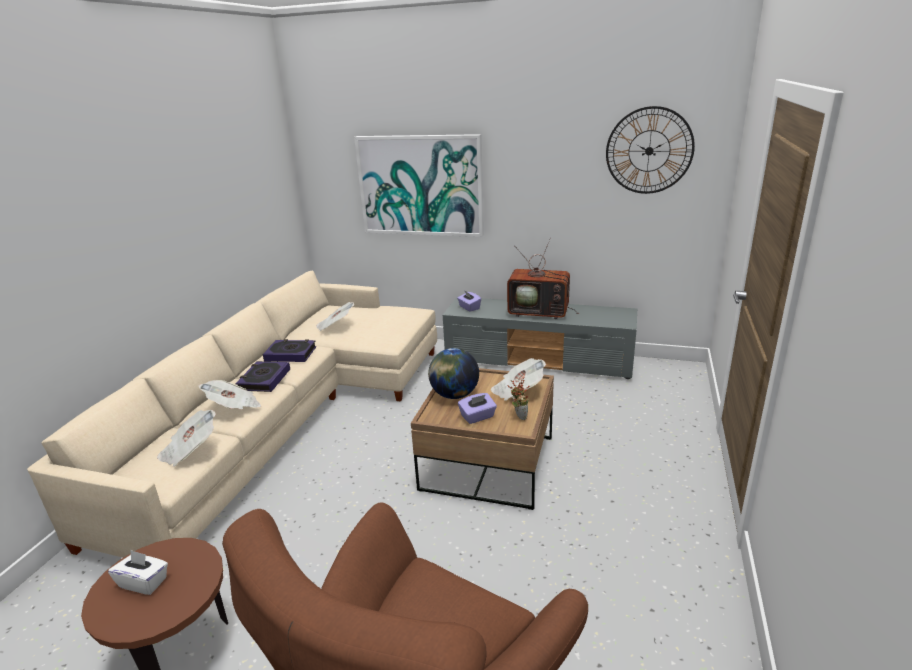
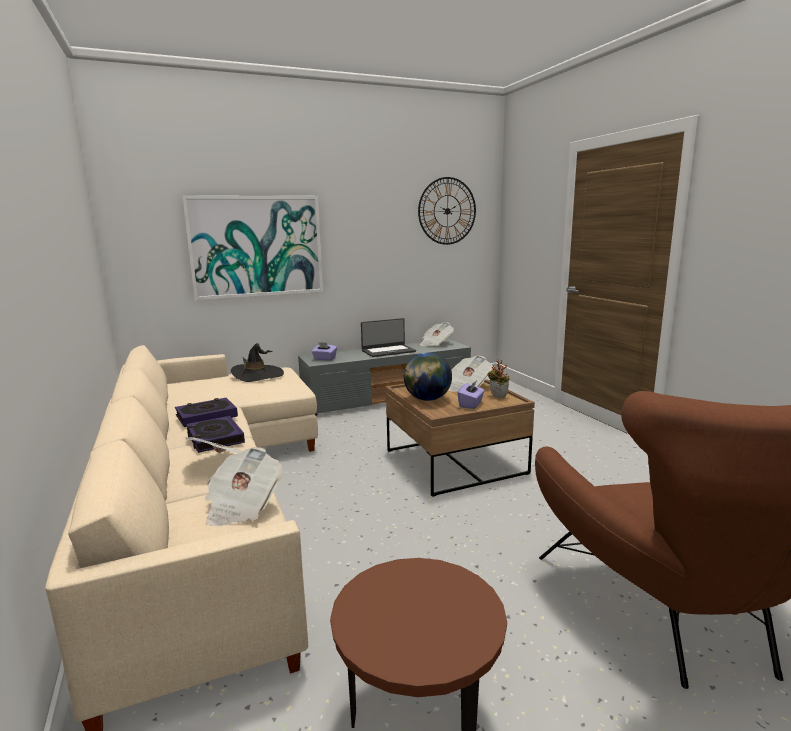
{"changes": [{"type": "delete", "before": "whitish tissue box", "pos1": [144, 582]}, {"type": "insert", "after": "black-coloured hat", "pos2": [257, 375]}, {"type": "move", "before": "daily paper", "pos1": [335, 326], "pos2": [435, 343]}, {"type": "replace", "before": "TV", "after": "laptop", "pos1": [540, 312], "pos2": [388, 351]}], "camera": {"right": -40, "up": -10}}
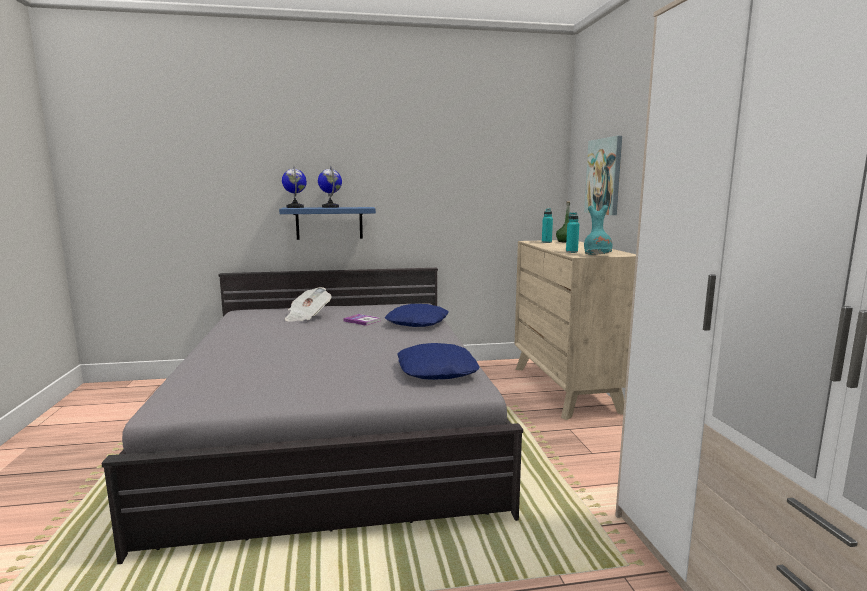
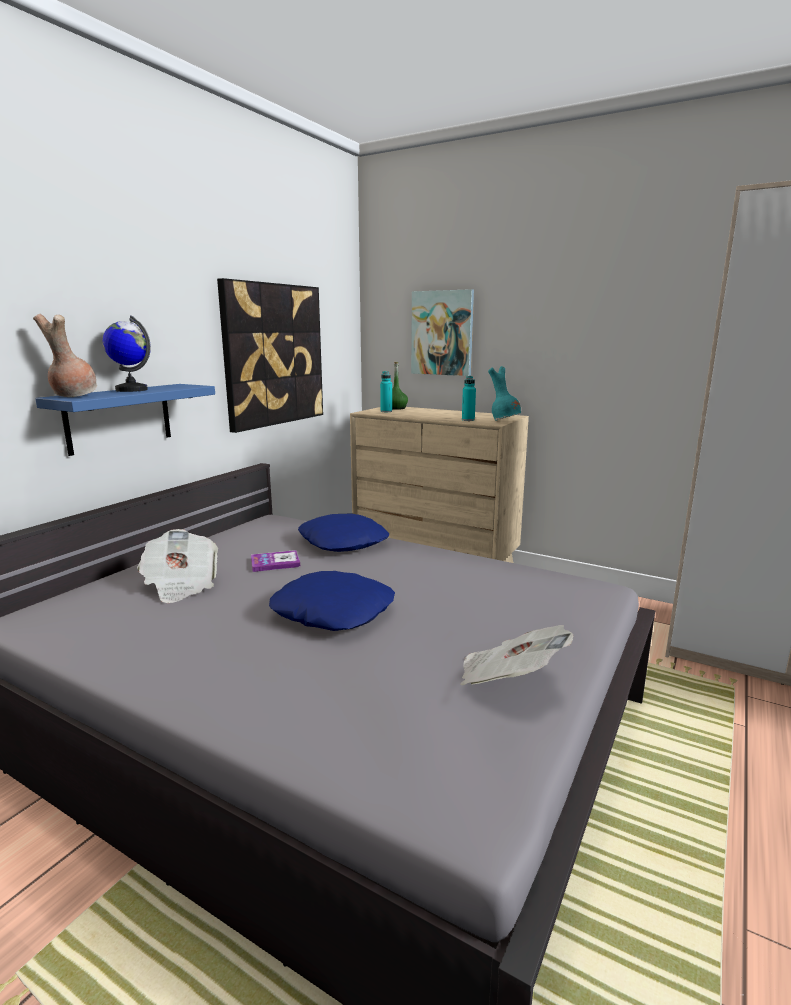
{"changes": [{"type": "insert", "after": "wall art", "pos2": [273, 355]}, {"type": "insert", "after": "daily paper", "pos2": [509, 680]}, {"type": "move", "before": "blue throw pillow", "pos1": [437, 370], "pos2": [333, 611]}, {"type": "replace", "before": "world globe", "after": "brownish vase", "pos1": [295, 207], "pos2": [73, 396]}], "camera": {"right": -50, "up": 5}}
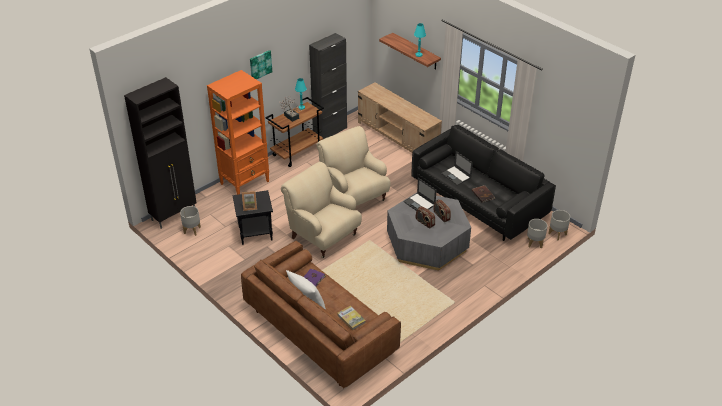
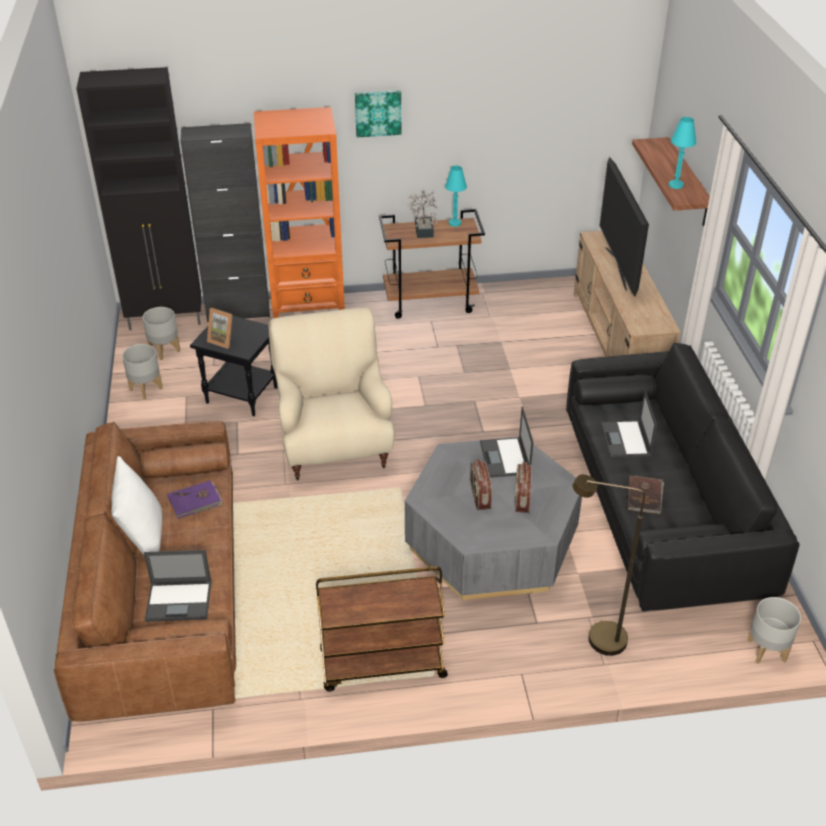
{"changes": [{"type": "delete", "before": "beige armchair", "pos1": [354, 197]}, {"type": "insert", "after": "brownish wheeled cart", "pos2": [382, 665]}, {"type": "insert", "after": "brownish standing lamp", "pos2": [596, 639]}, {"type": "insert", "after": "TV", "pos2": [617, 268]}, {"type": "move", "before": "black-coloured storage cabinet", "pos1": [330, 131], "pos2": [238, 311]}, {"type": "move", "before": "grey plant pot", "pos1": [534, 243], "pos2": [145, 389]}, {"type": "replace", "before": "book", "after": "laptop", "pos1": [351, 319], "pos2": [180, 601]}], "camera": {"right": 35, "up": 0}}
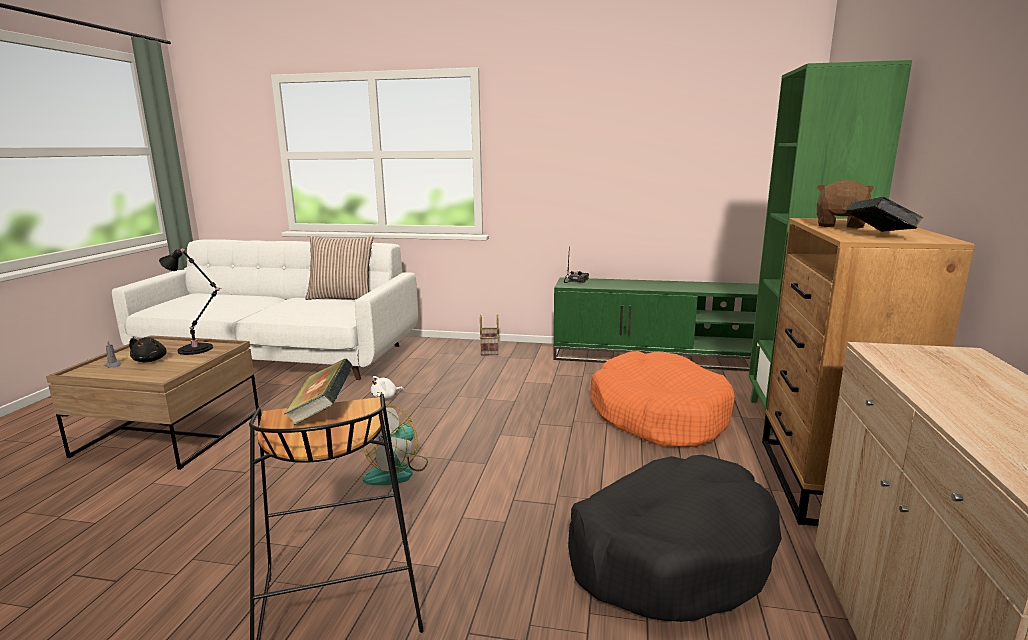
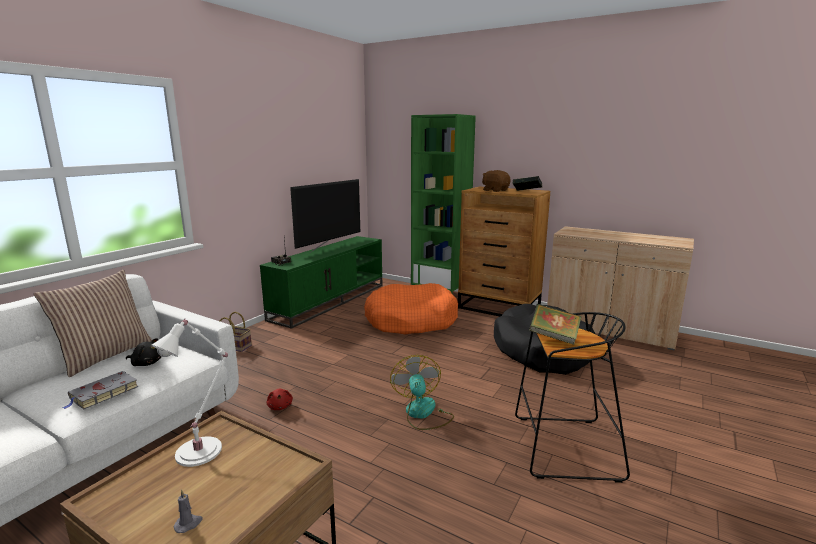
{"changes": [{"type": "insert", "after": "grey book", "pos2": [102, 394]}, {"type": "insert", "after": "TV", "pos2": [330, 246]}, {"type": "move", "before": "black-coloured soft toy", "pos1": [151, 360], "pos2": [146, 363]}, {"type": "recolor", "before": "black-coloured tabletop lamp", "after": "whitish tabletop lamp", "pos1": [198, 349], "pos2": [202, 449]}, {"type": "recolor", "before": "whitish soft toy", "after": "red soft toy", "pos1": [386, 397], "pos2": [280, 406]}, {"type": "rotate", "before": "cooling fan", "pos1": [397, 471], "pos2": [422, 413], "turn": -150}], "camera": {"right": -70, "up": 0}}
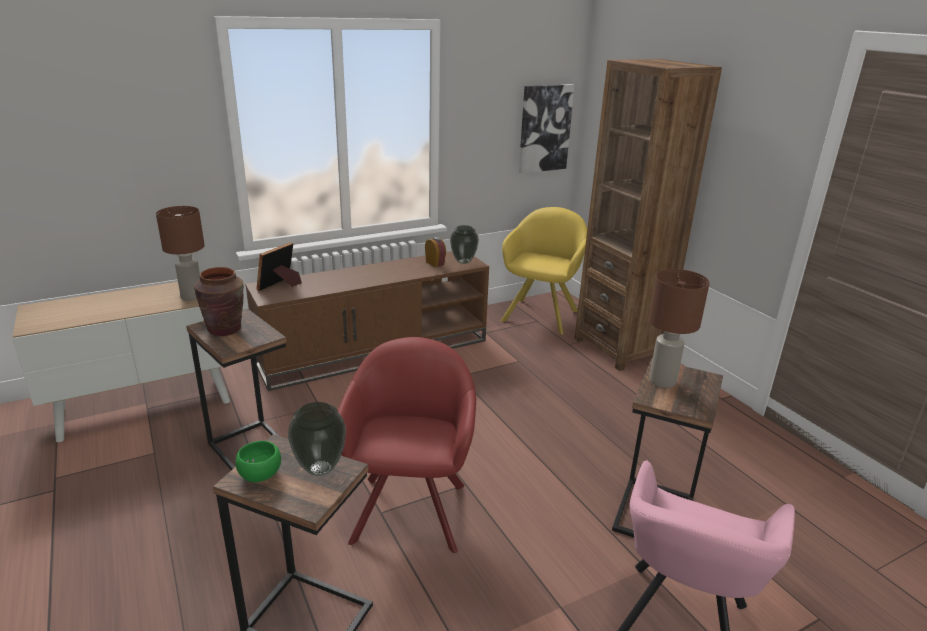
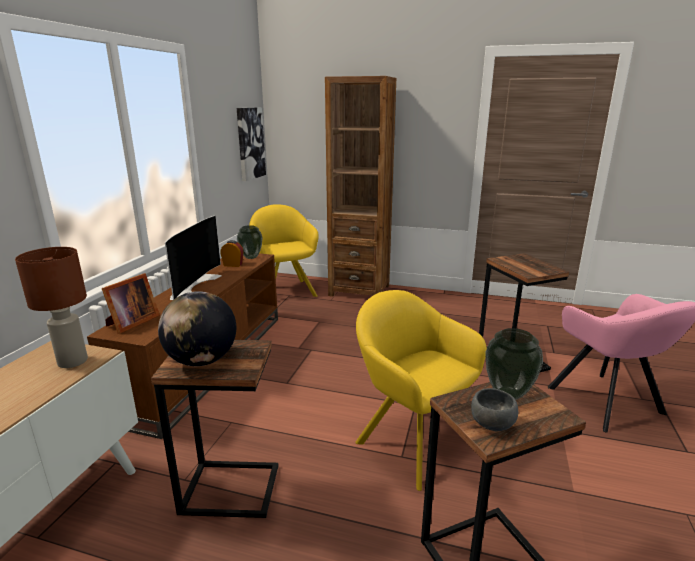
{"changes": [{"type": "delete", "before": "brownish tabletop lamp", "pos1": [663, 381]}, {"type": "insert", "after": "TV", "pos2": [193, 285]}, {"type": "replace", "before": "brownish vase", "after": "world globe", "pos1": [225, 329], "pos2": [202, 360]}, {"type": "recolor", "before": "green serving bowl", "after": "grey serving bowl", "pos1": [261, 474], "pos2": [491, 423]}, {"type": "recolor", "before": "red armchair", "after": "yellow armchair", "pos1": [411, 506], "pos2": [411, 439]}, {"type": "rotate", "before": "picture frame", "pos1": [281, 285], "pos2": [131, 323], "turn": -135}], "camera": {"right": -45, "up": -5}}
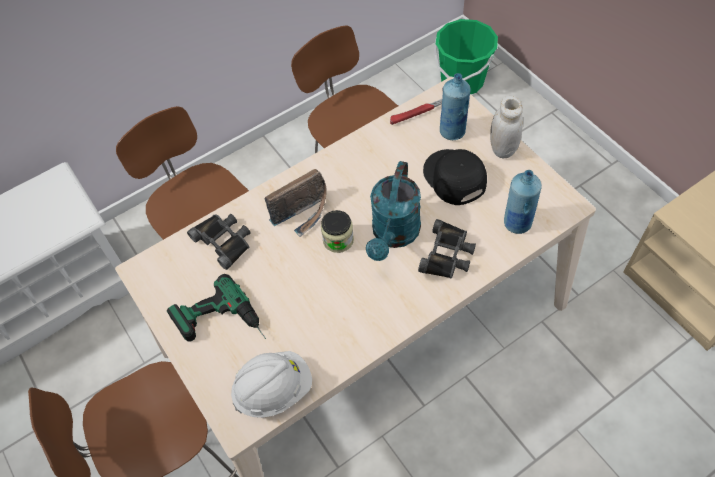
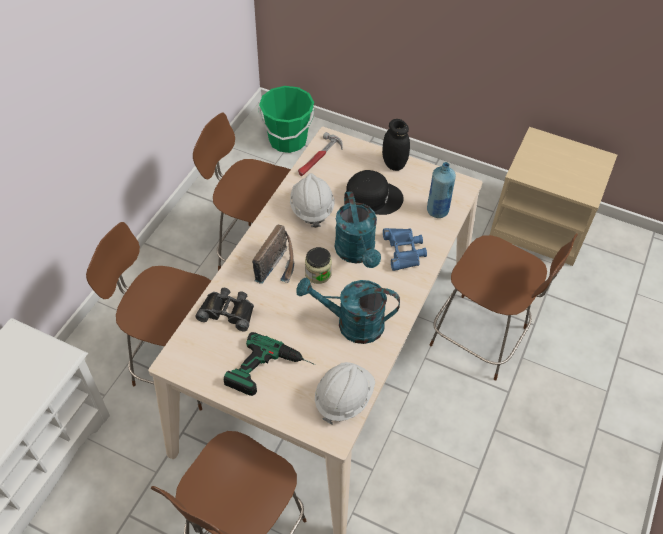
{"changes": [{"type": "delete", "before": "blue beverage bottle", "pos1": [452, 131]}, {"type": "insert", "after": "whitish safety helmet", "pos2": [311, 208]}, {"type": "insert", "after": "blue-green sprinkling can", "pos2": [351, 324]}, {"type": "insert", "after": "brownish upright chair", "pos2": [481, 338]}, {"type": "recolor", "before": "black-coloured binoculars", "after": "blue binoculars", "pos1": [448, 254], "pos2": [404, 251]}, {"type": "recolor", "before": "whitish preserve jar", "after": "black-coloured preserve jar", "pos1": [502, 149], "pos2": [394, 164]}, {"type": "rotate", "before": "black-coloured cap", "pos1": [453, 178], "pos2": [373, 197], "turn": 150}], "camera": {"right": -35, "up": -5}}
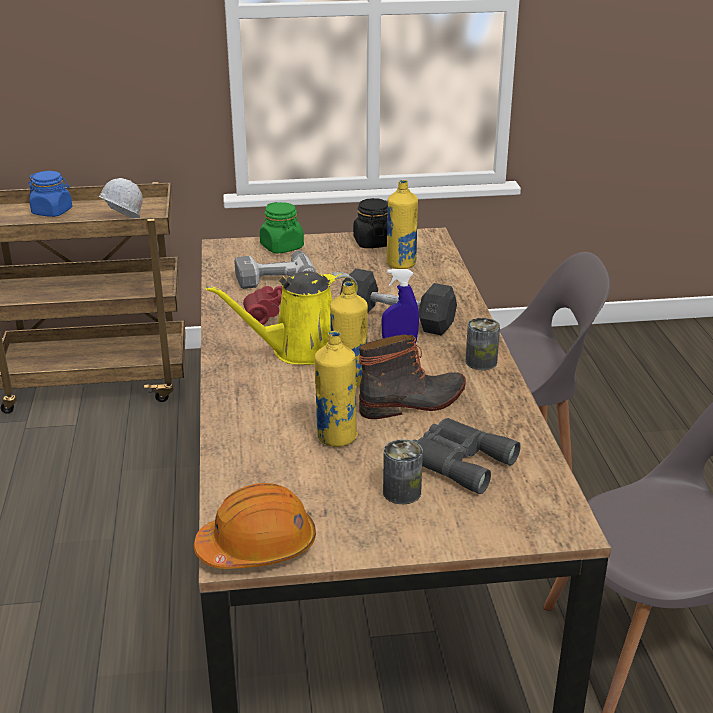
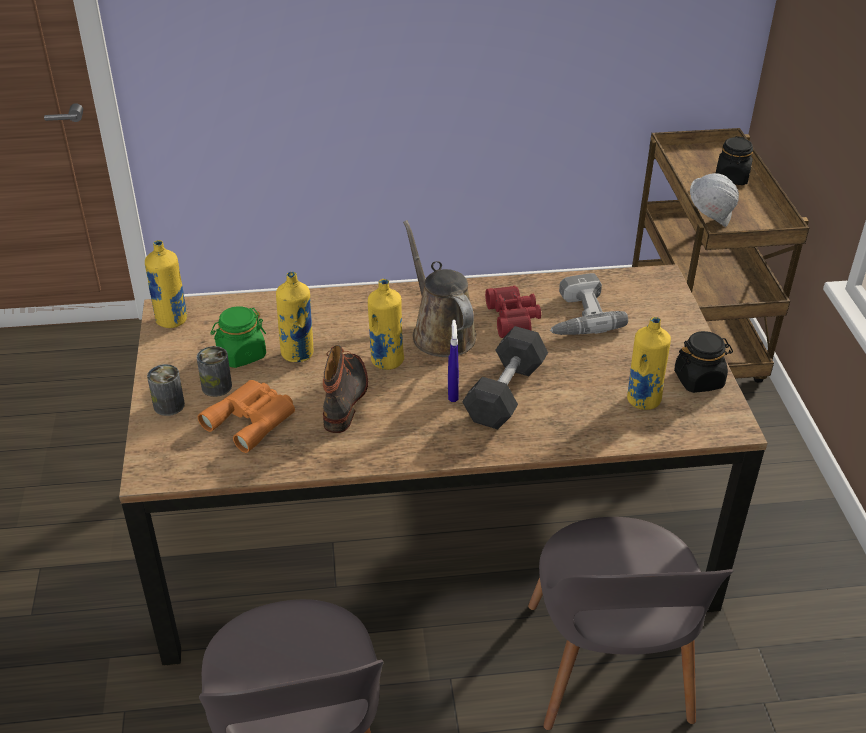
{"changes": [{"type": "move", "before": "green preserve jar", "pos1": [282, 247], "pos2": [241, 354]}, {"type": "move", "before": "metal can", "pos1": [481, 362], "pos2": [169, 405]}, {"type": "replace", "before": "orange-coloured safety helmet", "after": "yellow beverage bottle", "pos1": [258, 547], "pos2": [171, 320]}, {"type": "recolor", "before": "blue preserve jar", "after": "black-coloured preserve jar", "pos1": [52, 212], "pos2": [731, 178]}, {"type": "recolor", "before": "yellow sprinkling can", "after": "brownish sprinkling can", "pos1": [300, 351], "pos2": [440, 332]}, {"type": "recolor", "before": "grey binoculars", "after": "orange-coloured binoculars", "pos1": [458, 460], "pos2": [253, 419]}, {"type": "rotate", "before": "tall boot", "pos1": [413, 403], "pos2": [345, 398], "turn": -150}], "camera": {"right": 90, "up": 10}}
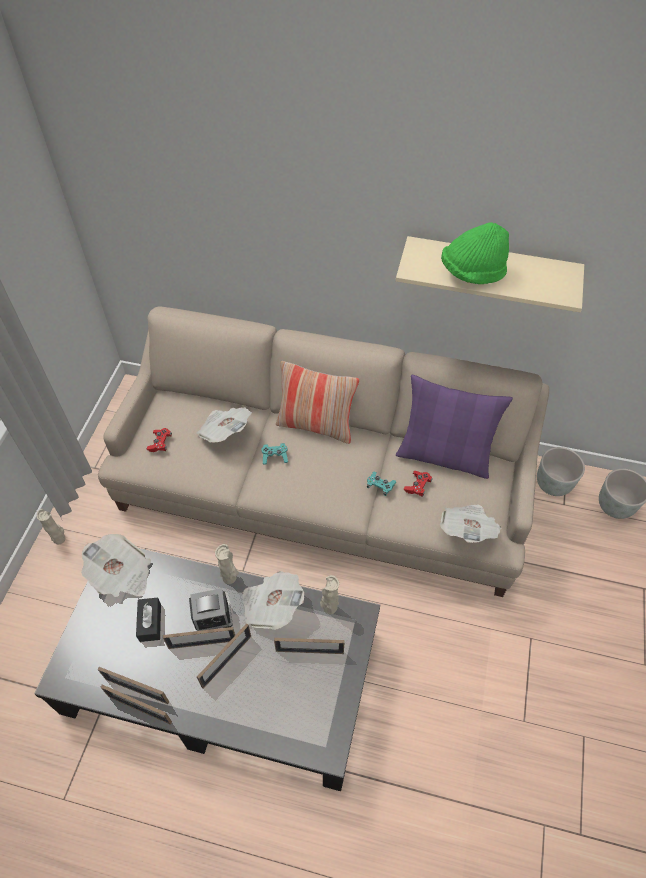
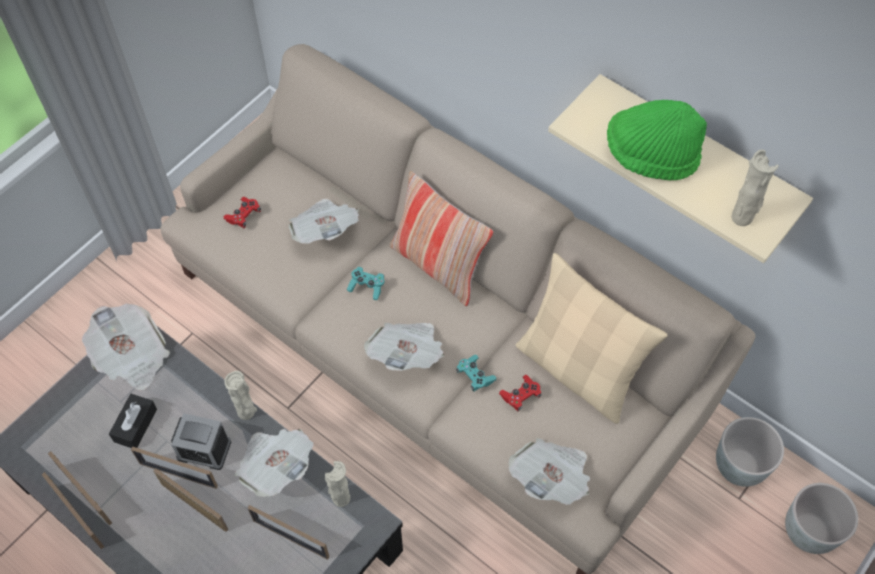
{"changes": [{"type": "insert", "after": "daily paper", "pos2": [407, 354]}, {"type": "move", "before": "beige vase", "pos1": [60, 539], "pos2": [742, 217]}, {"type": "recolor", "before": "purple-coloured throw pillow", "after": "beige throw pillow", "pos1": [444, 455], "pos2": [577, 370]}, {"type": "rotate", "before": "picture frame", "pos1": [226, 661], "pos2": [194, 507], "turn": -120}], "camera": {"right": 25, "up": 5}}
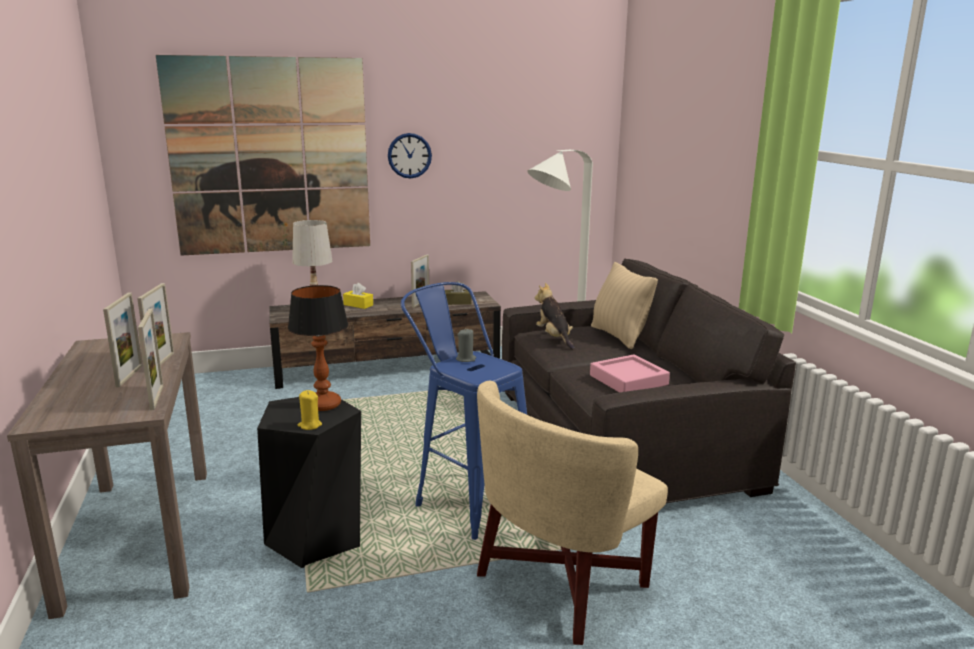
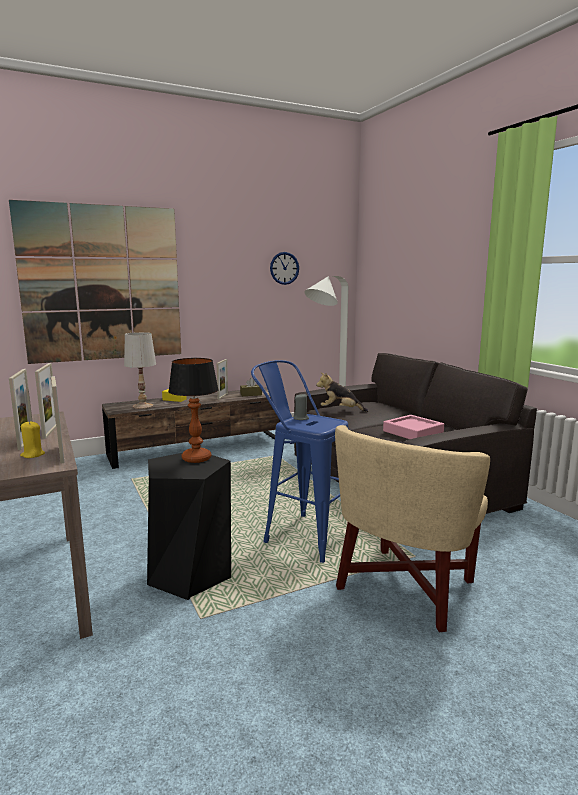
{"changes": [{"type": "delete", "before": "beige throw pillow", "pos1": [619, 336]}, {"type": "move", "before": "yellow wax candle", "pos1": [310, 425], "pos2": [33, 455]}, {"type": "move", "before": "wall clock", "pos1": [409, 155], "pos2": [284, 268]}, {"type": "rotate", "before": "soft toy", "pos1": [554, 338], "pos2": [340, 410], "turn": -45}], "camera": {"right": -10, "up": -5}}
